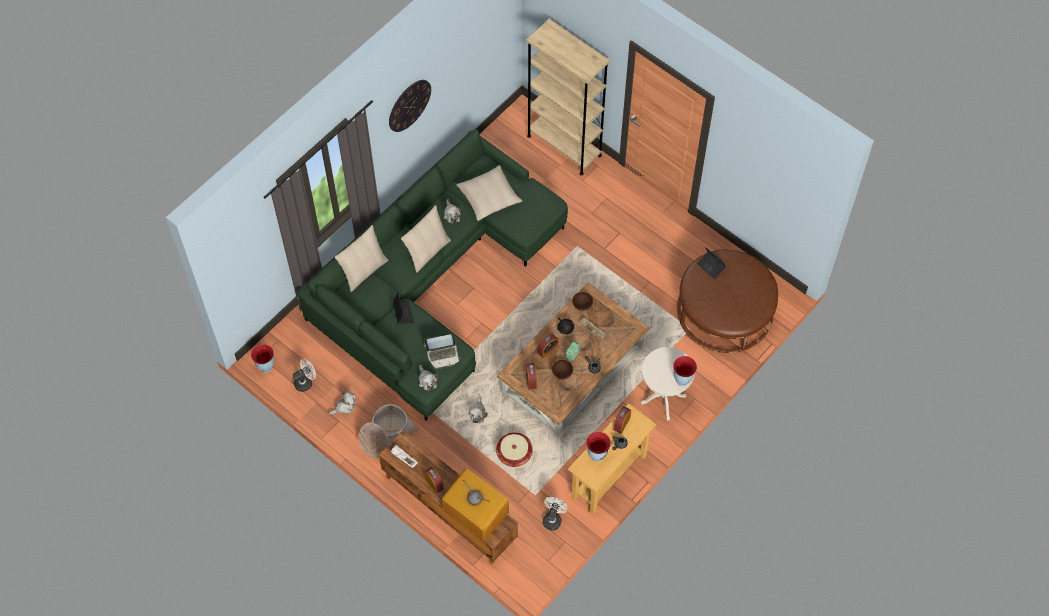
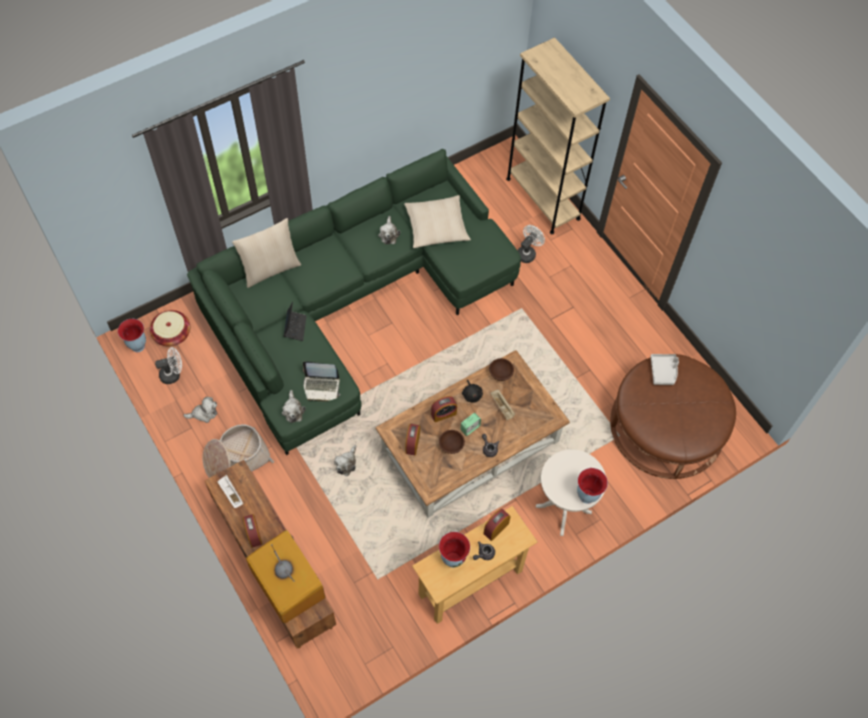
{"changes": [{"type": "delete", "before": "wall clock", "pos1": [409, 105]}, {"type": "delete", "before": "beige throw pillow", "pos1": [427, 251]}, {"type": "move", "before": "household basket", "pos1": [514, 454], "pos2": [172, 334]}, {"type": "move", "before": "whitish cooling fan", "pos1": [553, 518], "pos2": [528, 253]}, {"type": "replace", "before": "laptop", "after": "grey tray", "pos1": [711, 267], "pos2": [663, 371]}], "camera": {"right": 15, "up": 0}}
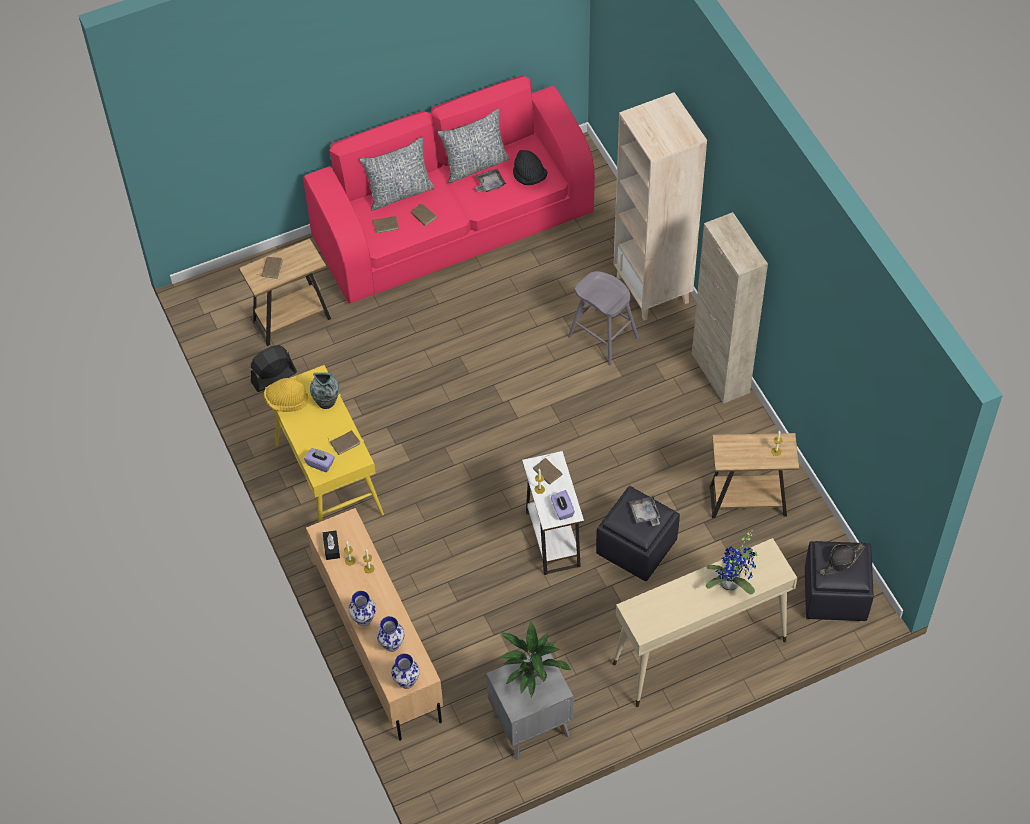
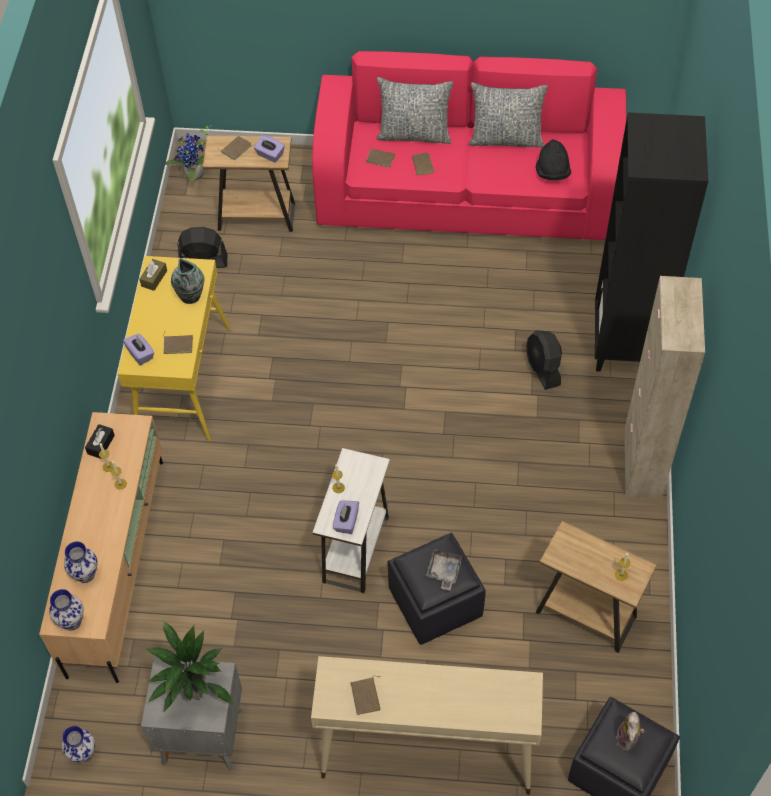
{"changes": [{"type": "delete", "before": "grey tray", "pos1": [489, 184]}, {"type": "insert", "after": "purple-coloured tissue box", "pos2": [270, 155]}, {"type": "move", "before": "vase", "pos1": [363, 619], "pos2": [83, 753]}, {"type": "move", "before": "brownish book", "pos1": [548, 471], "pos2": [366, 696]}, {"type": "move", "before": "potted plant", "pos1": [732, 583], "pos2": [196, 176]}, {"type": "replace", "before": "yellow hat", "after": "brownish tissue box", "pos1": [286, 401], "pos2": [154, 278]}, {"type": "replace", "before": "grey stool", "after": "black-coloured cooling fan", "pos1": [603, 337], "pos2": [543, 368]}, {"type": "replace", "before": "black-coloured hat", "after": "soft toy", "pos1": [841, 561], "pos2": [628, 739]}, {"type": "recolor", "before": "beige bookshelf", "after": "black-coloured bookshelf", "pos1": [653, 290], "pos2": [625, 345]}], "camera": {"right": 30, "up": 0}}
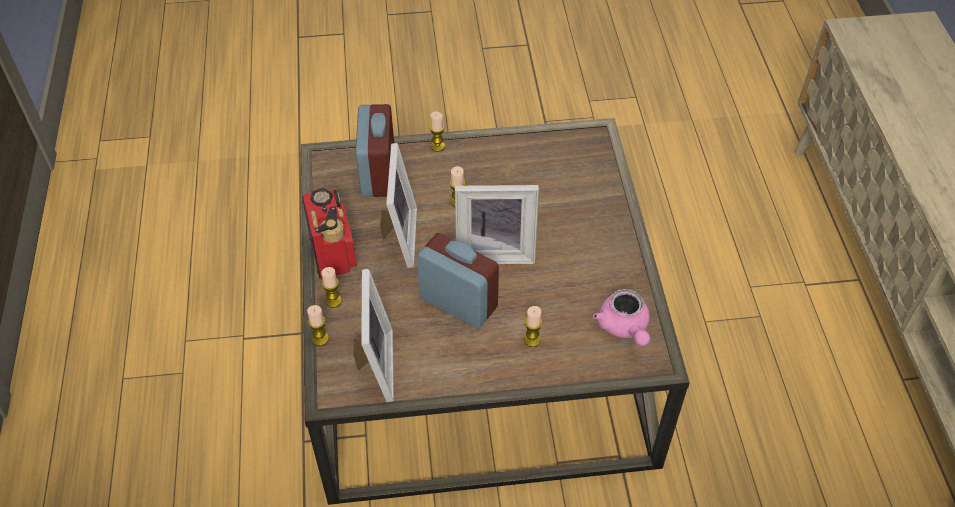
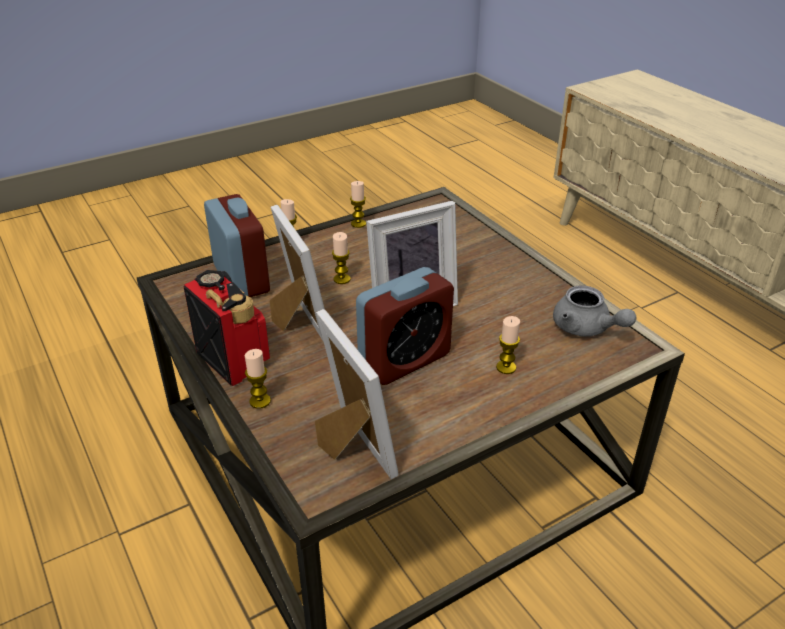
{"changes": [{"type": "move", "before": "wax candle", "pos1": [320, 339], "pos2": [358, 224]}, {"type": "recolor", "before": "pinkish teapot", "after": "grey teapot", "pos1": [624, 327], "pos2": [586, 329]}, {"type": "rotate", "before": "alarm clock", "pos1": [458, 303], "pos2": [404, 360], "turn": 135}], "camera": {"right": -25, "up": -15}}
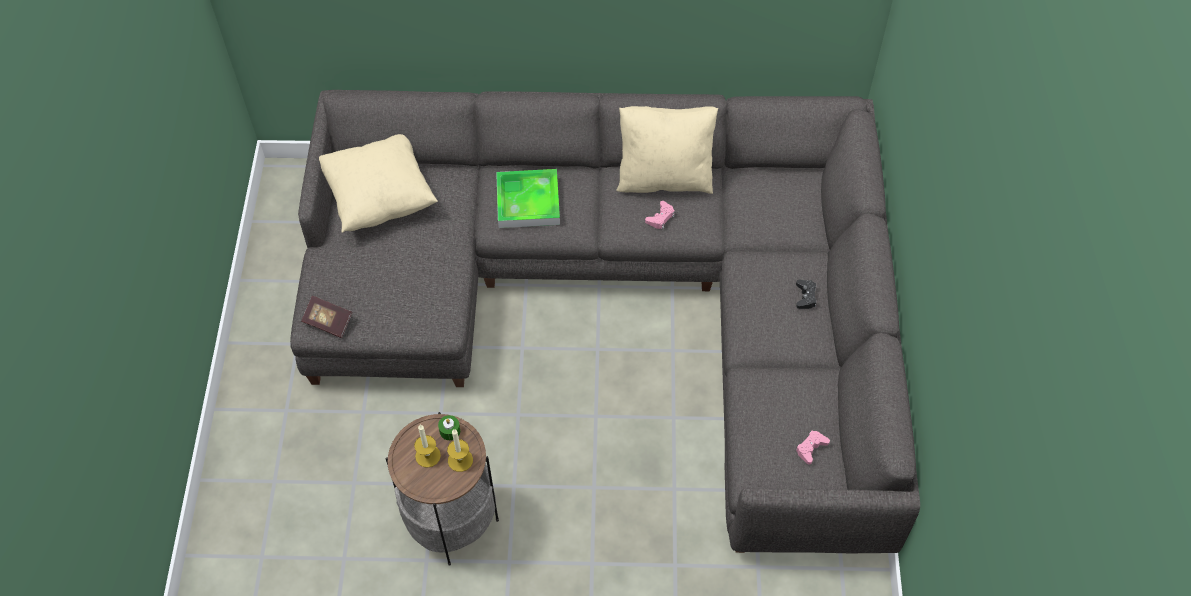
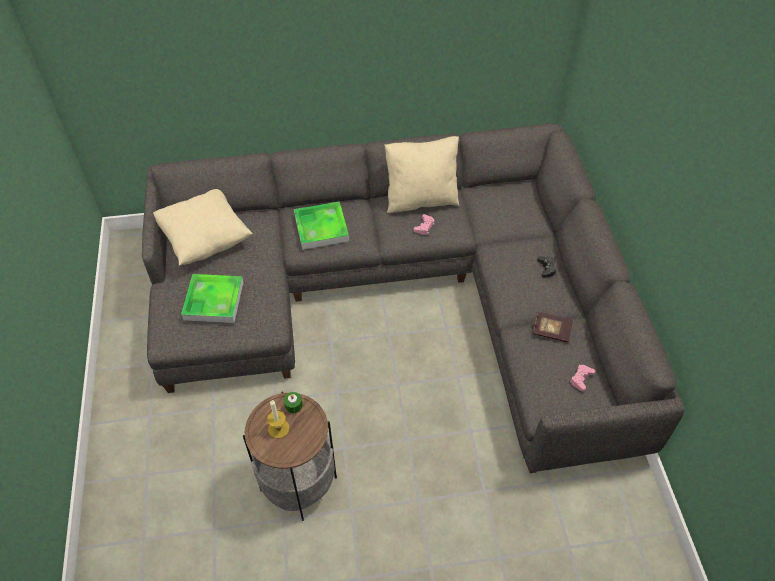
{"changes": [{"type": "delete", "before": "wax candle", "pos1": [460, 460]}, {"type": "insert", "after": "tray", "pos2": [214, 301]}, {"type": "move", "before": "book", "pos1": [328, 322], "pos2": [551, 331]}], "camera": {"right": -10, "up": -5}}
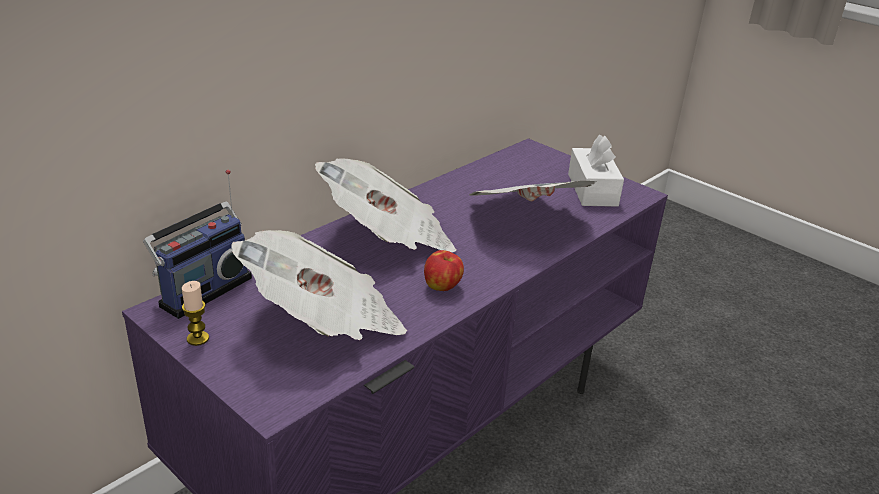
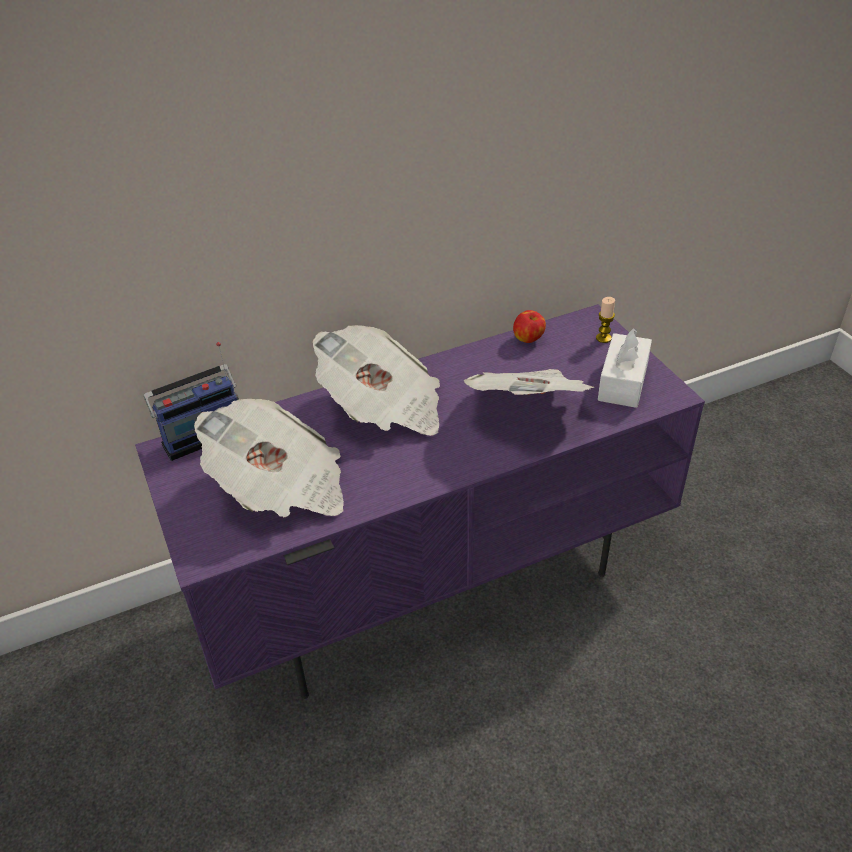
{"changes": [{"type": "move", "before": "wax candle", "pos1": [198, 338], "pos2": [603, 338]}, {"type": "move", "before": "apple", "pos1": [442, 286], "pos2": [528, 339]}], "camera": {"right": 25, "up": 10}}
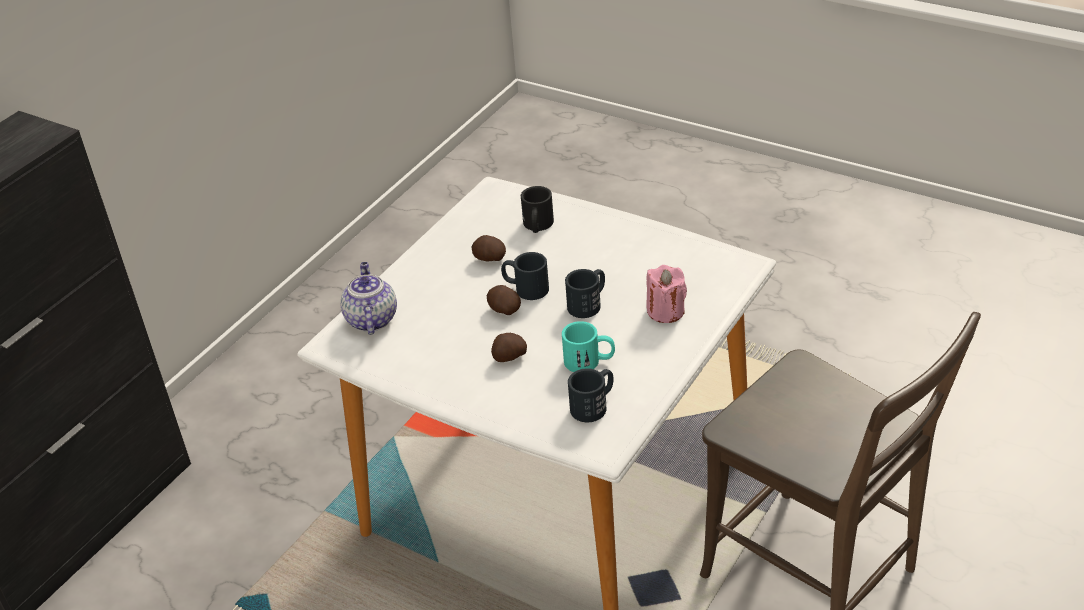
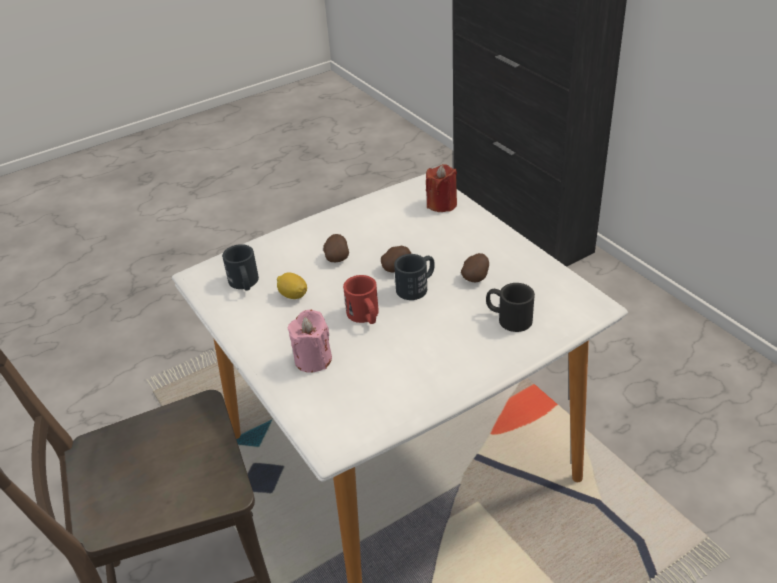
{"changes": [{"type": "replace", "before": "teapot", "after": "red wax candle", "pos1": [371, 319], "pos2": [442, 204]}, {"type": "replace", "before": "blue-green coffee mug", "after": "whole lemon", "pos1": [589, 361], "pos2": [293, 295]}, {"type": "recolor", "before": "black-coloured coffee mug", "after": "red coffee mug", "pos1": [588, 303], "pos2": [365, 316]}], "camera": {"right": 115, "up": 0}}
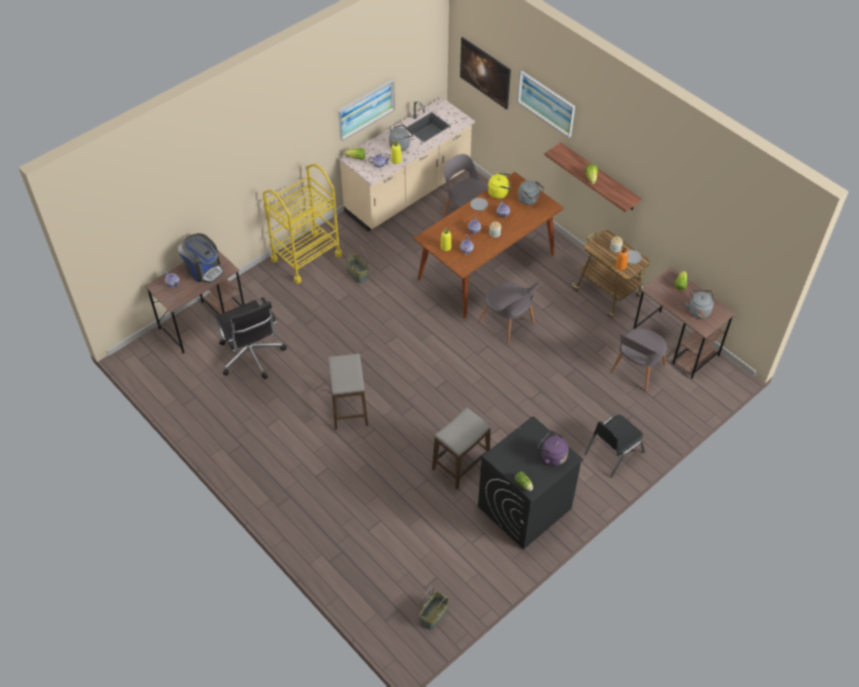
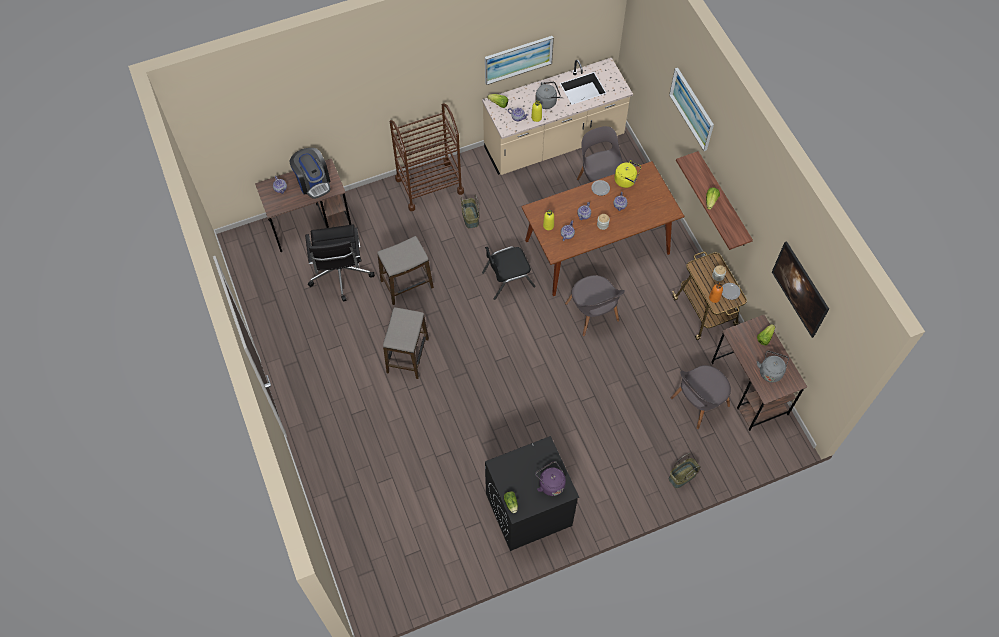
{"changes": [{"type": "delete", "before": "grey tea kettle", "pos1": [529, 200]}, {"type": "move", "before": "household basket", "pos1": [434, 615], "pos2": [682, 476]}, {"type": "move", "before": "stool", "pos1": [461, 465], "pos2": [407, 284]}, {"type": "move", "before": "wall art", "pos1": [484, 82], "pos2": [796, 296]}, {"type": "move", "before": "black-coloured upright chair", "pos1": [613, 452], "pos2": [508, 279]}, {"type": "recolor", "before": "yellow wheeled cart", "after": "brownish wheeled cart", "pos1": [306, 257], "pos2": [429, 185]}], "camera": {"right": 20, "up": 10}}
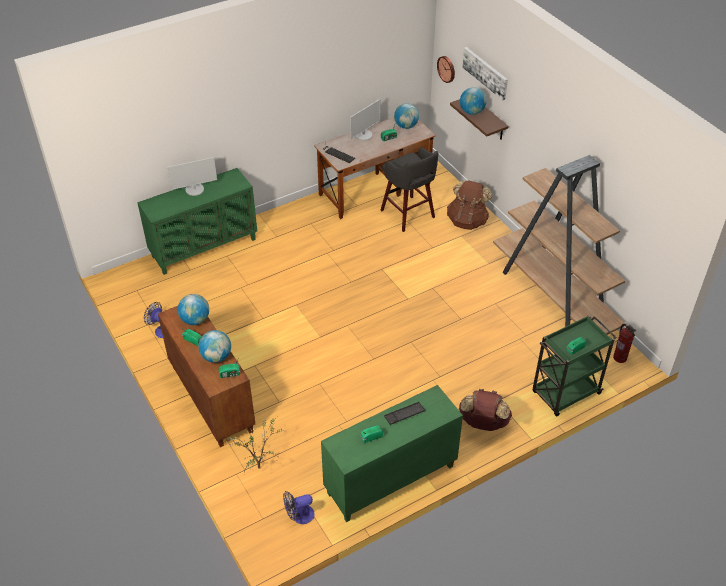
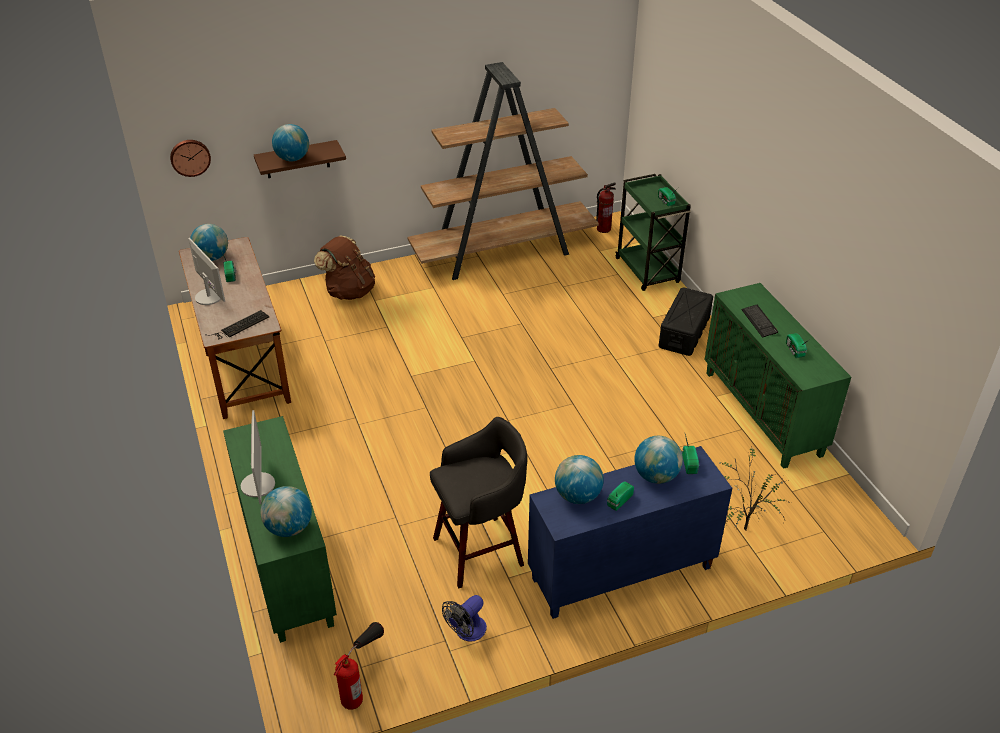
{"changes": [{"type": "delete", "before": "cooling fan", "pos1": [299, 516]}, {"type": "delete", "before": "wall art", "pos1": [485, 72]}, {"type": "insert", "after": "world globe", "pos2": [289, 528]}, {"type": "insert", "after": "fire extinguisher", "pos2": [362, 683]}, {"type": "move", "before": "grey stool", "pos1": [408, 215], "pos2": [481, 550]}, {"type": "replace", "before": "brownish rucksack", "after": "black-coloured storage bin", "pos1": [483, 423], "pos2": [684, 332]}, {"type": "recolor", "before": "brownish storage cabinet", "after": "blue storage cabinet", "pos1": [210, 398], "pos2": [621, 574]}], "camera": {"right": -80, "up": -5}}
